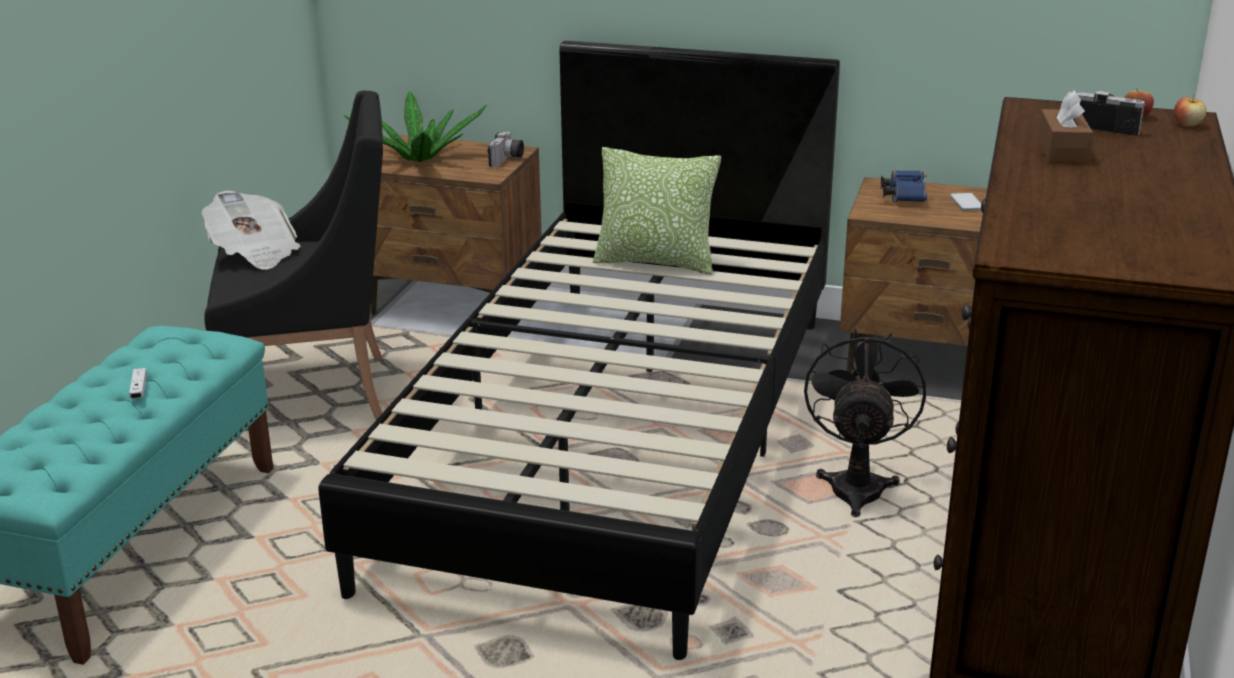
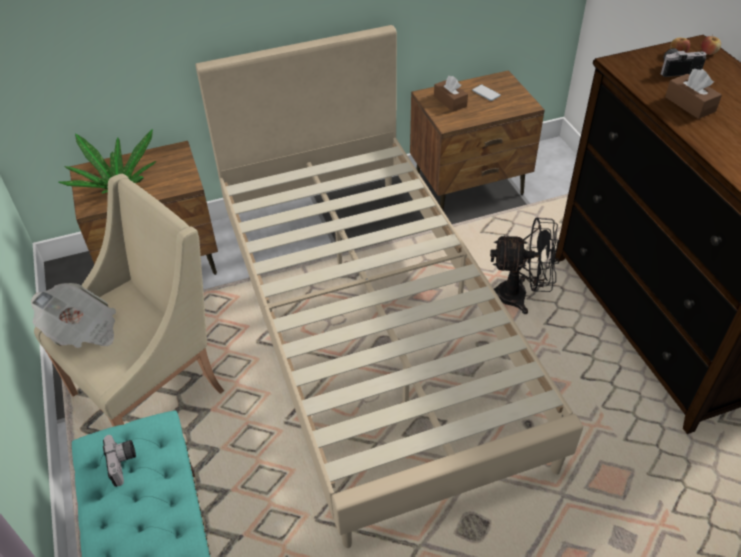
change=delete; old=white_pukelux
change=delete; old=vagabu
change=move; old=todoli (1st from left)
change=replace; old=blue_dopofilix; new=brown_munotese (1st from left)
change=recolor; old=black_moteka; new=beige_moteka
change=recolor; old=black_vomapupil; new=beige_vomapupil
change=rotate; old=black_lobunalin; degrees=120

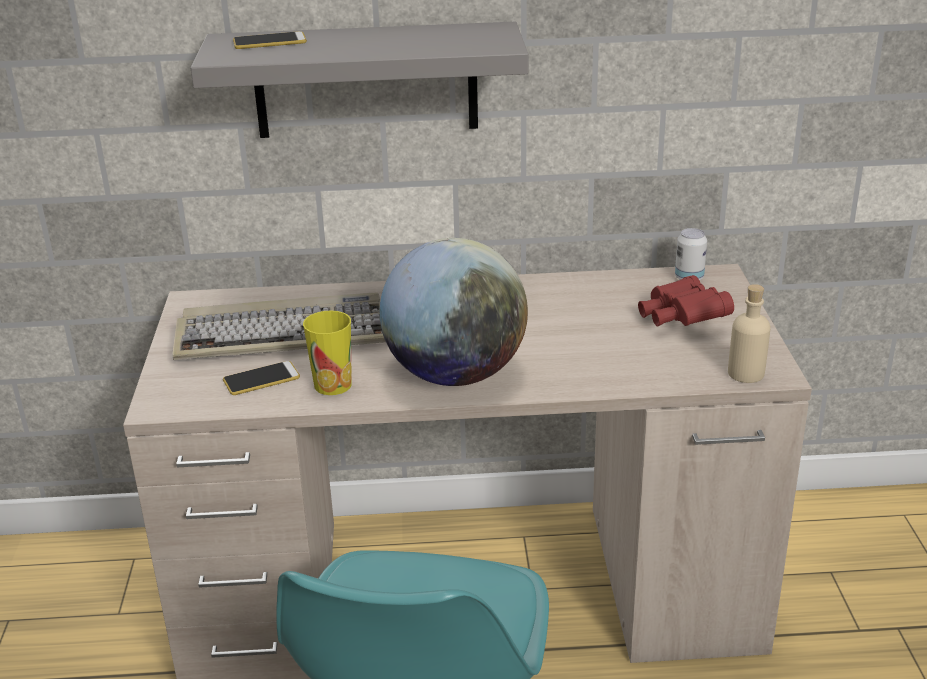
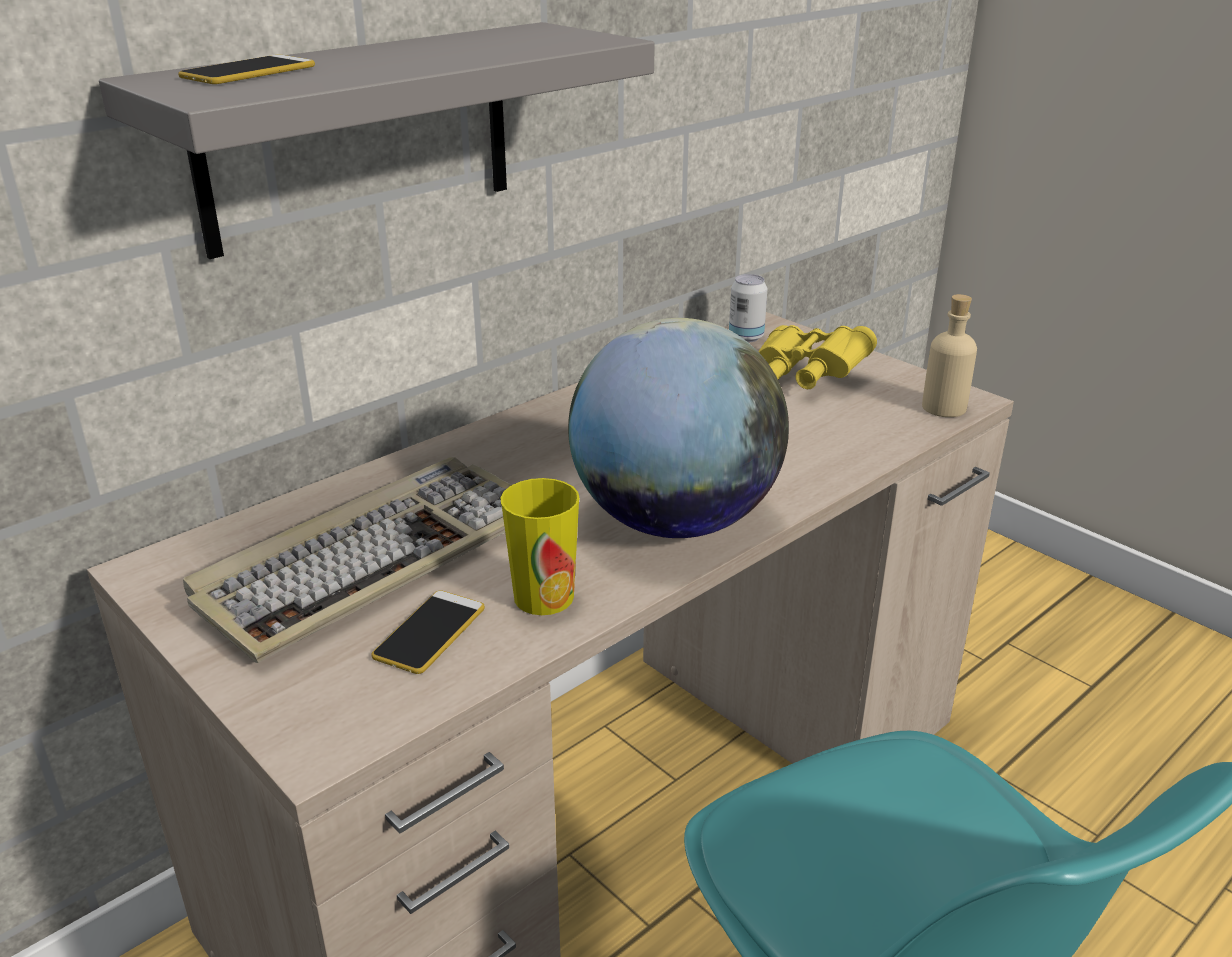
change=recolor; old=red_dopofilix; new=yellow_dopofilix

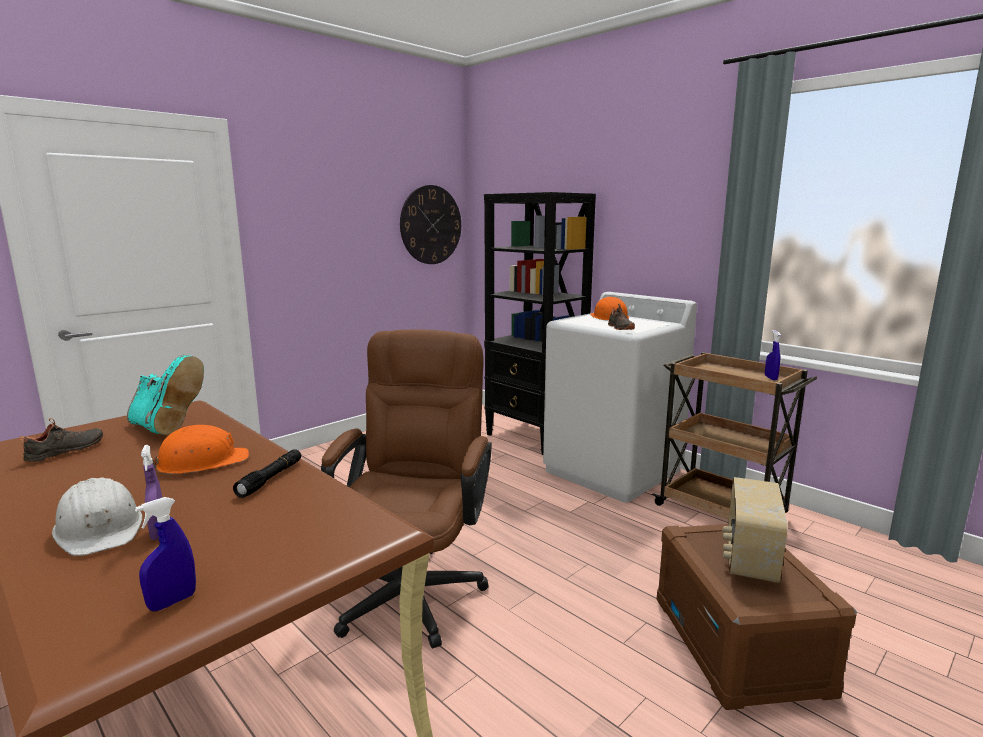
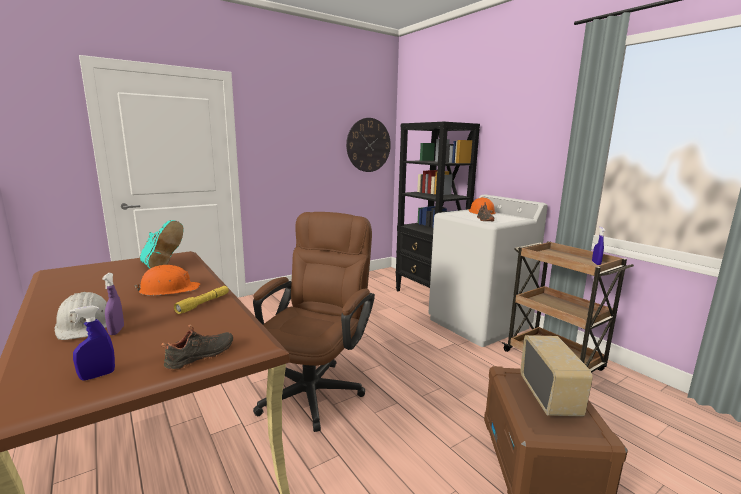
change=move; old=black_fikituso (1st from left)
change=recolor; old=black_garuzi; new=yellow_garuzi
change=rotate; old=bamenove; degrees=150

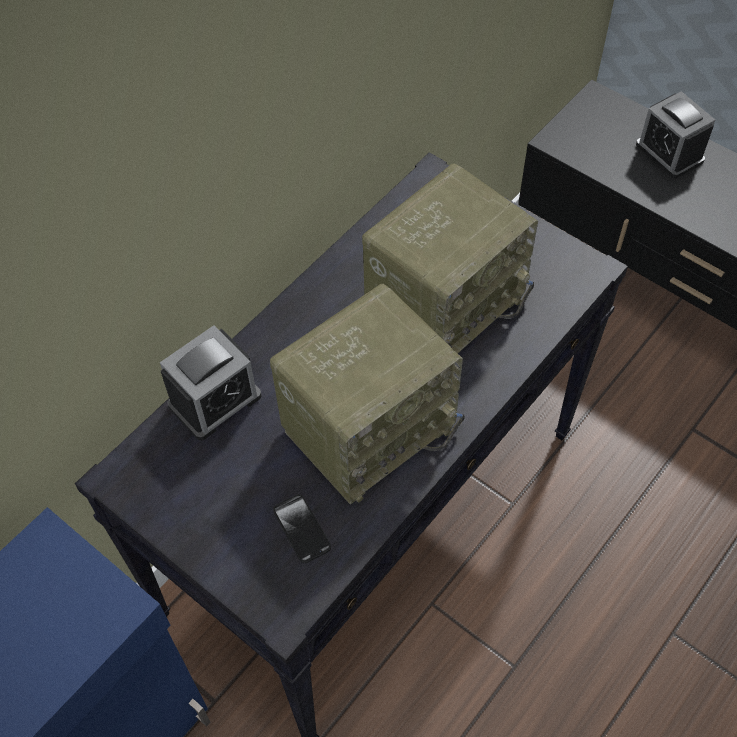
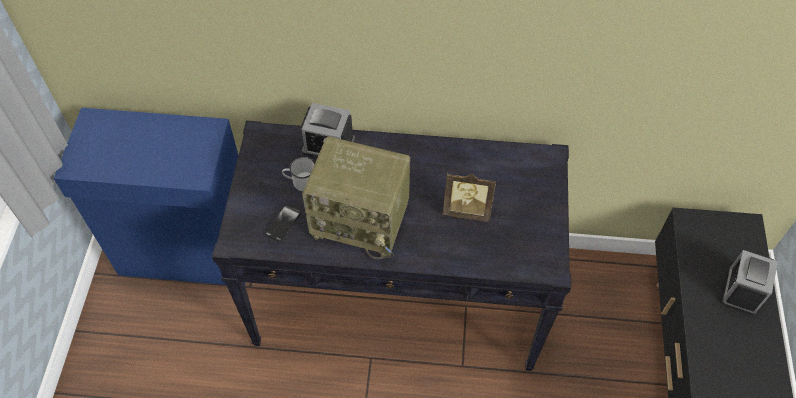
change=insert; new=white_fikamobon
change=replace; old=bamenove (2nd from left); new=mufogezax

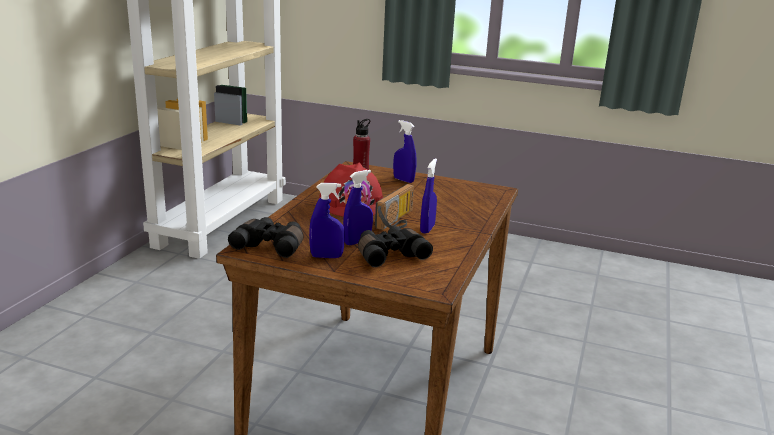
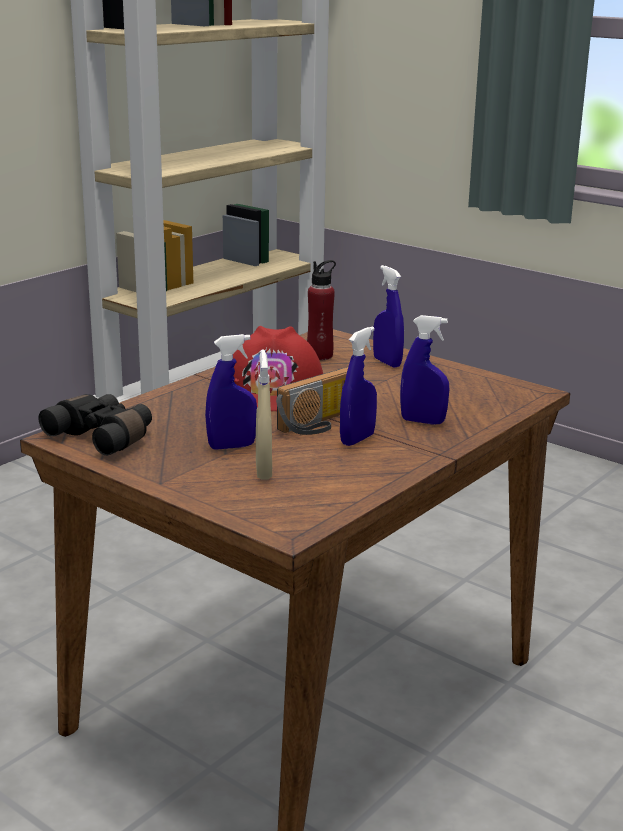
change=move; old=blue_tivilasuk (1st from left in the first image); new=blue_tivilasuk (4th from left)
change=replace; old=black_dopofilix (2nd from left); new=beige_tivilasuk

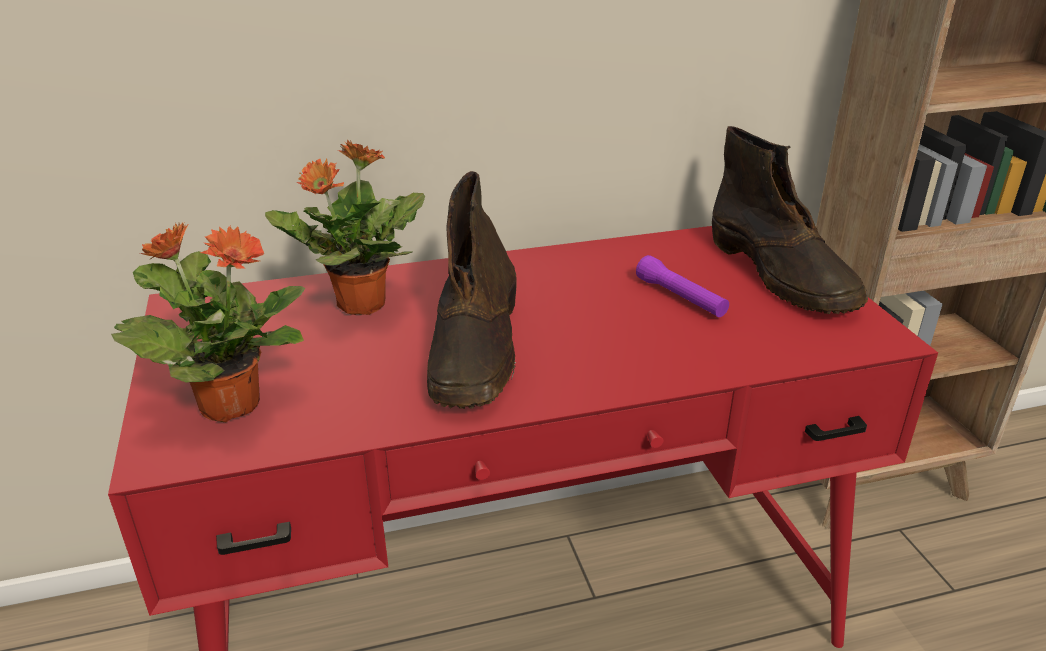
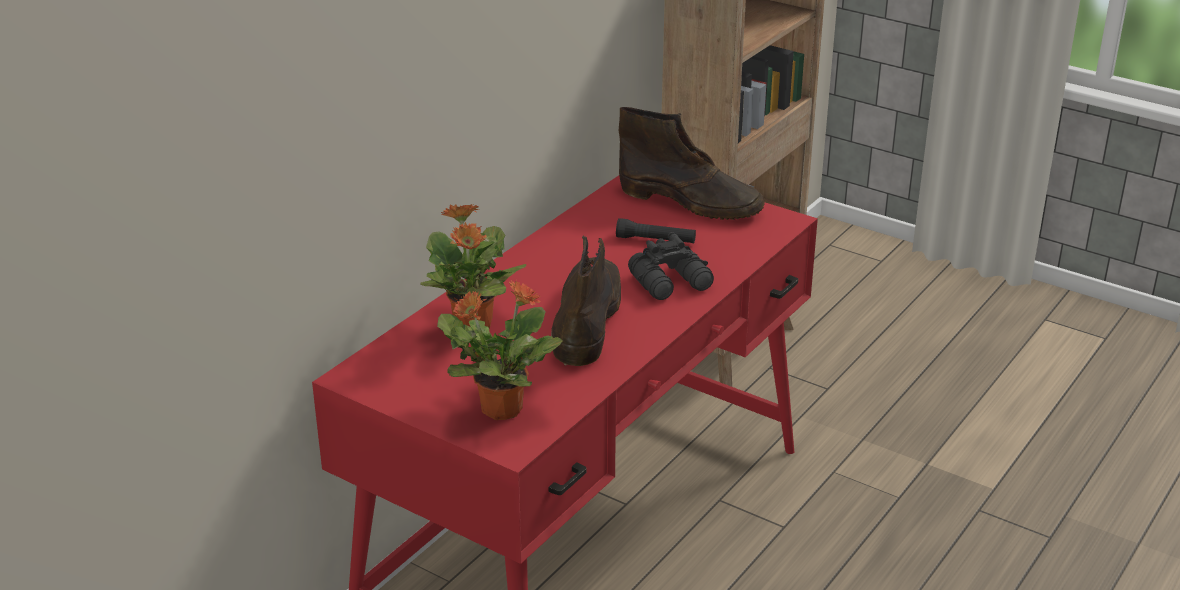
change=insert; new=black_dopofilix
change=recolor; old=purple_garuzi; new=black_garuzi
change=rotate; old=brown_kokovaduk (1st from left); degrees=-135

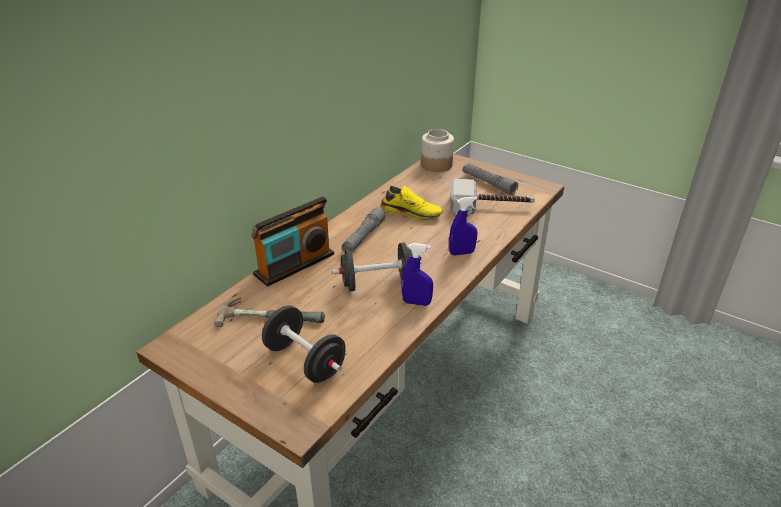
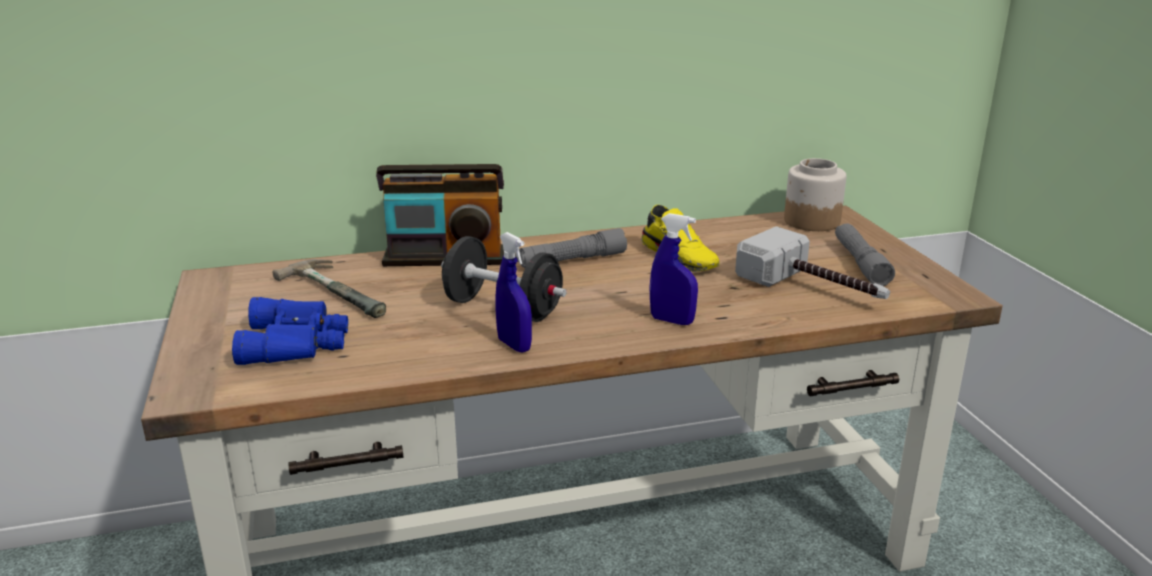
change=replace; old=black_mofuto (1st from left); new=blue_dopofilix

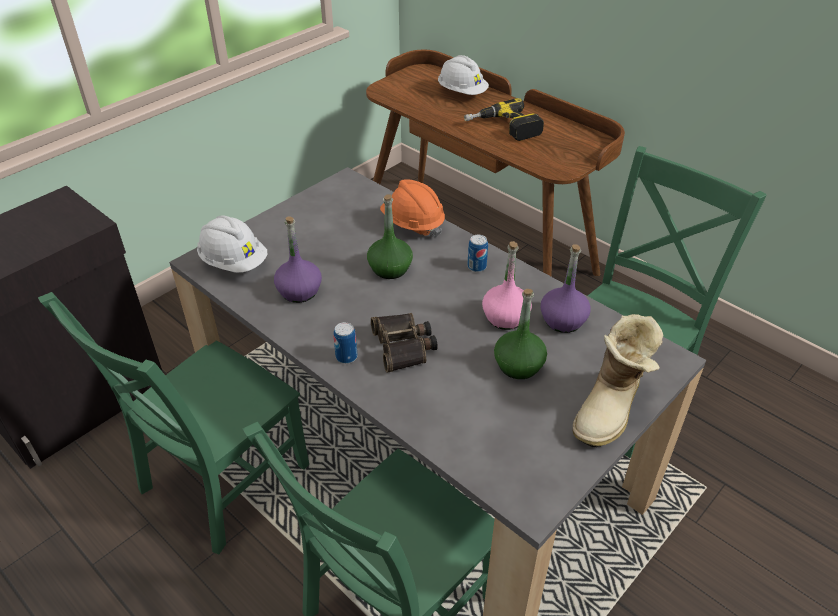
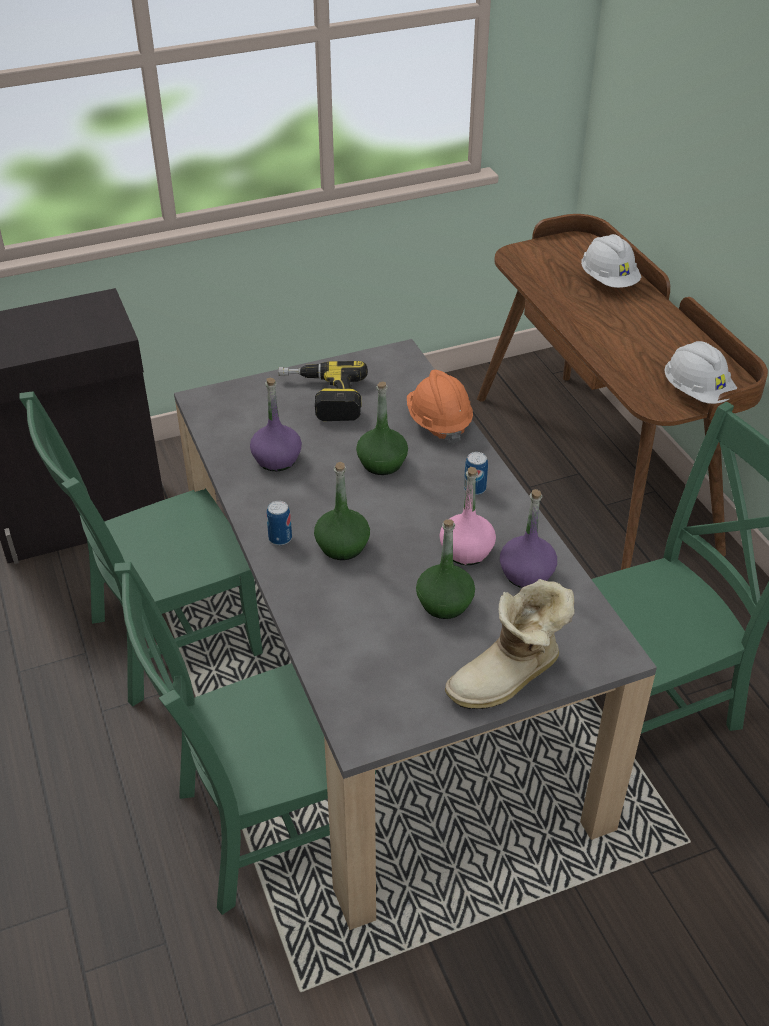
change=move; old=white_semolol (1st from left in the first image); new=white_semolol (2nd from left)
change=move; old=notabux
change=replace; old=dopofilix; new=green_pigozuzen (1st from left)

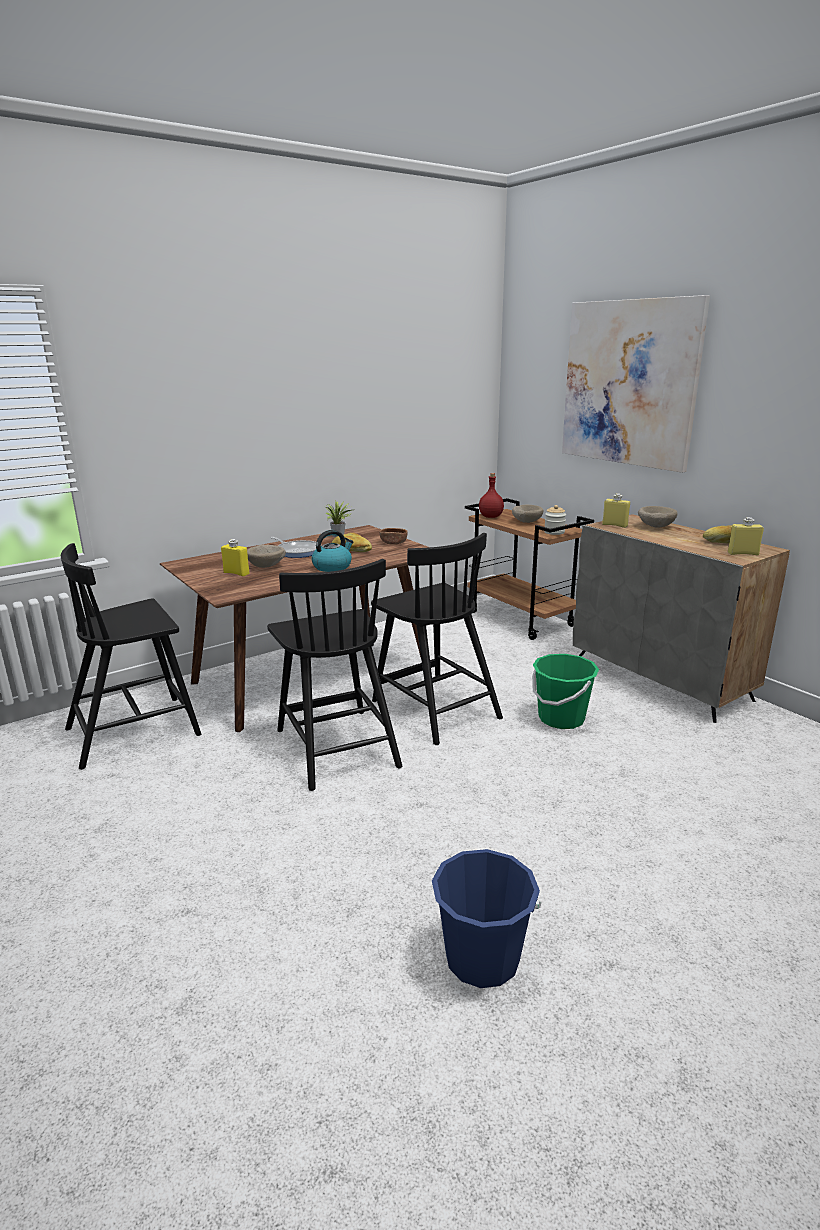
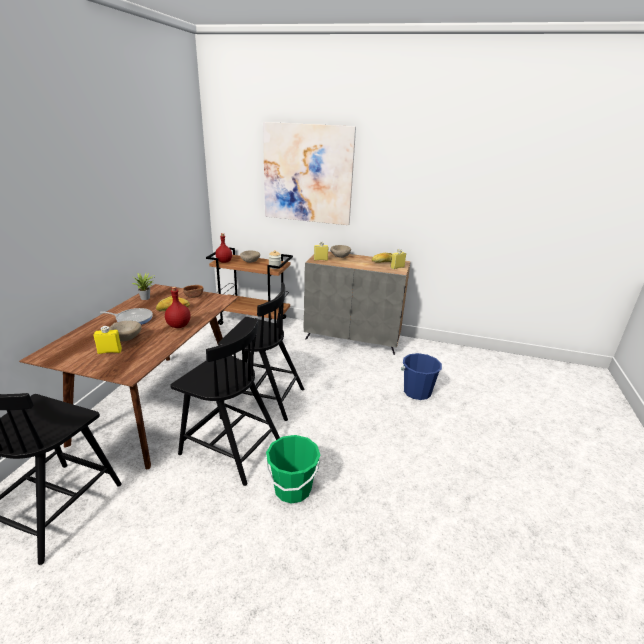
change=move; old=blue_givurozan
change=move; old=green_givurozan
change=replace; old=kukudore; new=red_pigozuzen (1st from left)

